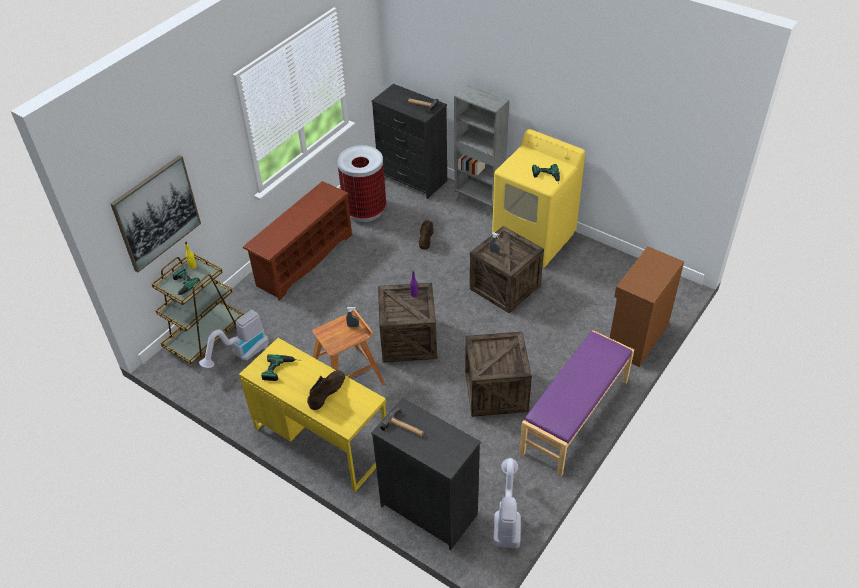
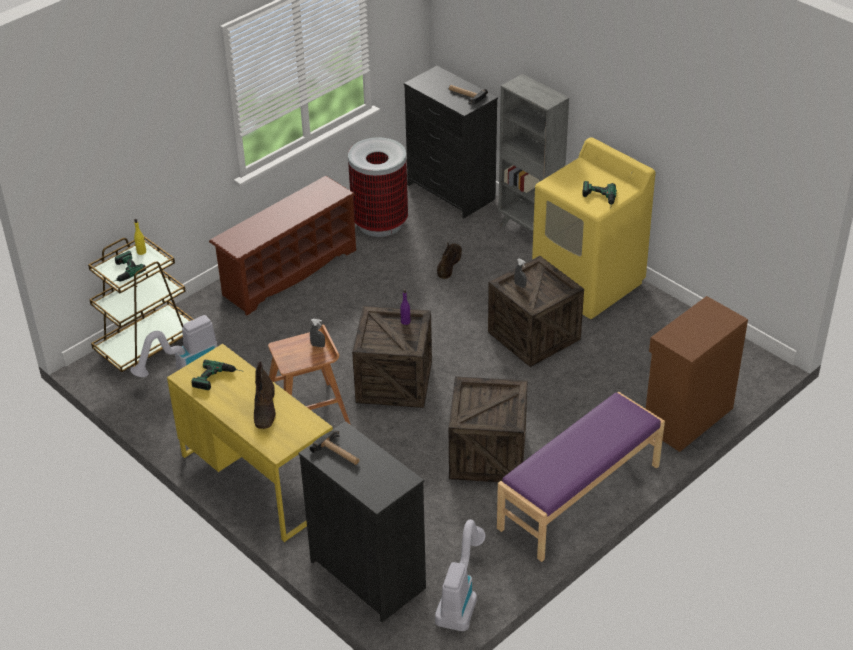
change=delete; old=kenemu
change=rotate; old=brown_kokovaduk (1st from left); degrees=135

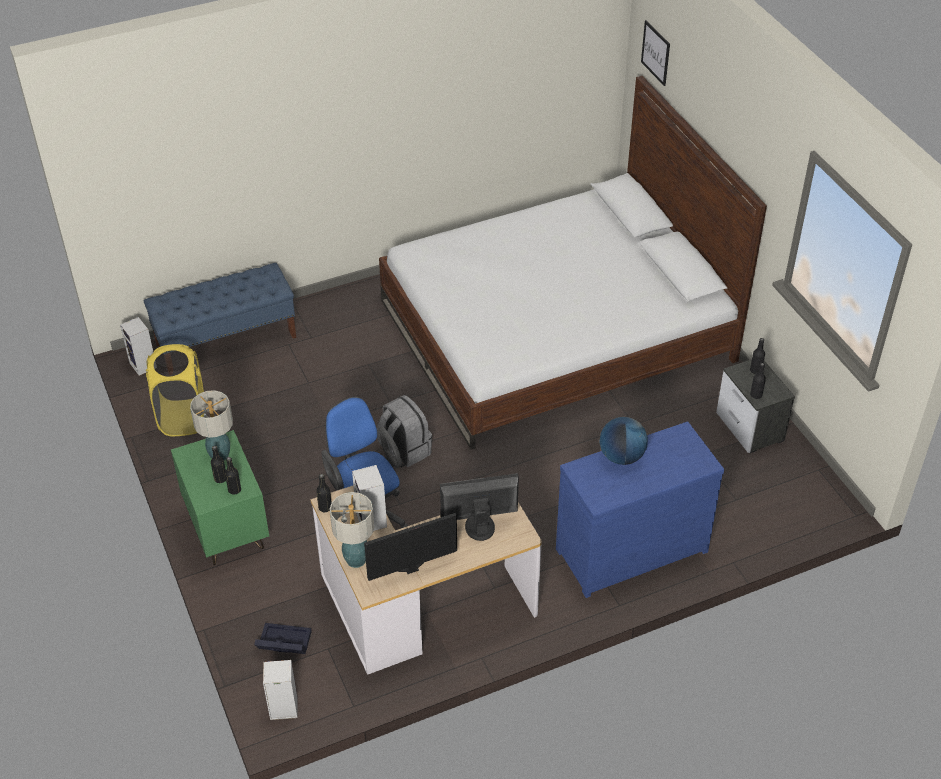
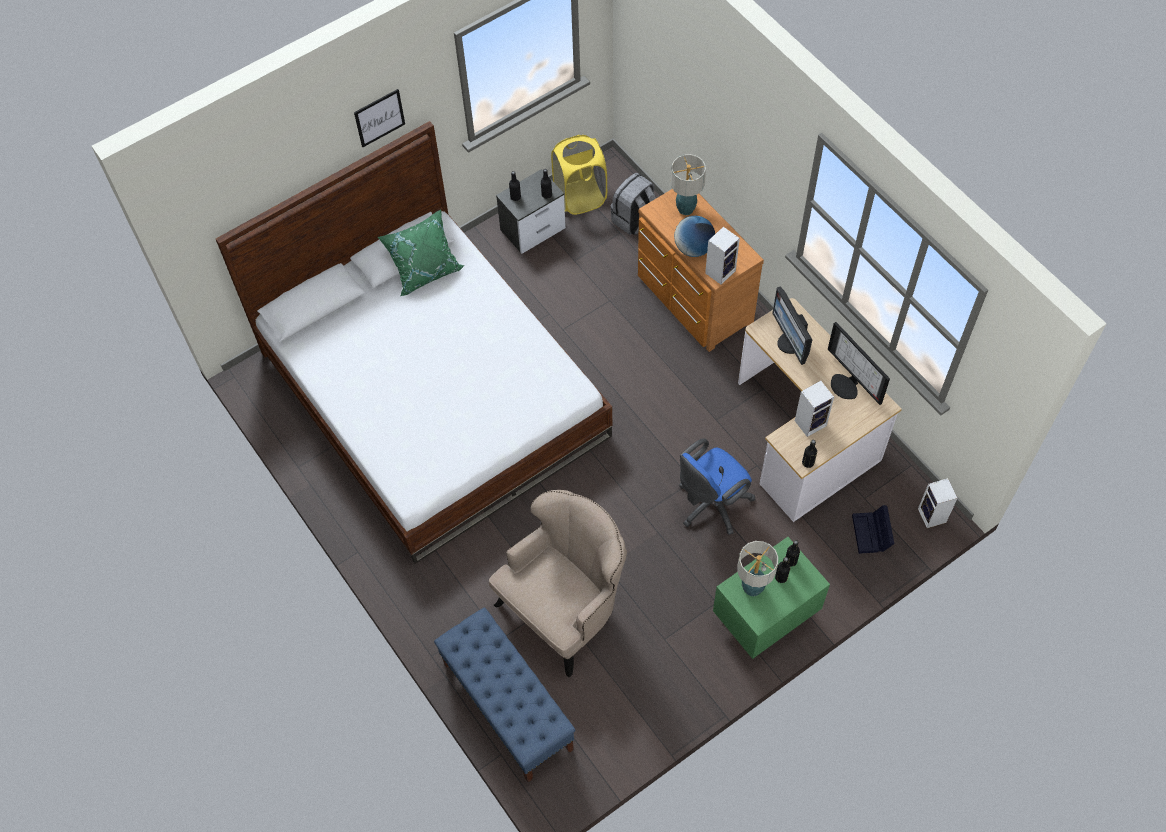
change=insert; new=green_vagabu
change=insert; new=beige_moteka
change=move; old=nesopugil (1st from left)
change=move; old=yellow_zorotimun
change=move; old=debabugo (2nd from left in the first image); new=debabugo (1st from left)
change=move; old=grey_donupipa
change=move; old=kenemu
change=recolor; old=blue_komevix; new=brown_komevix

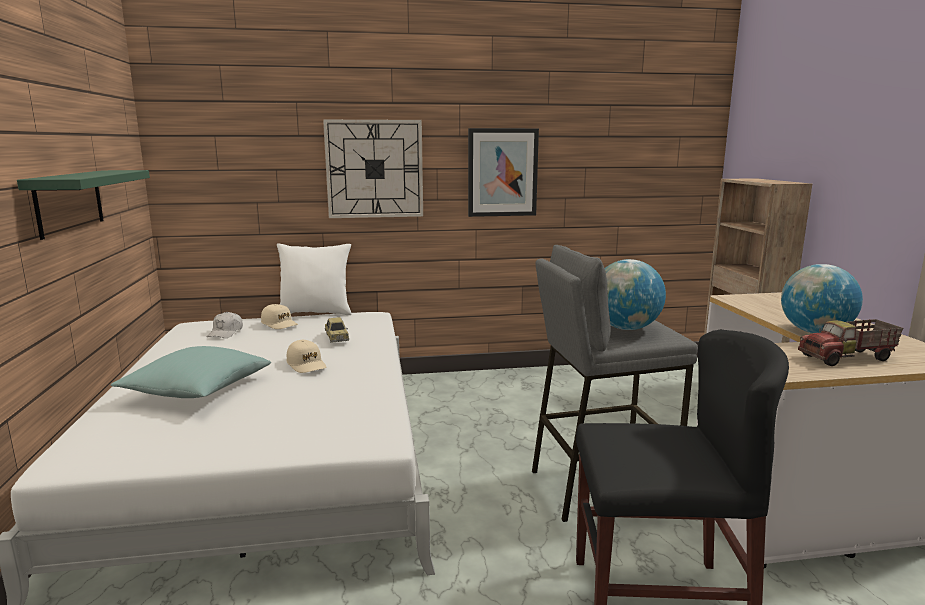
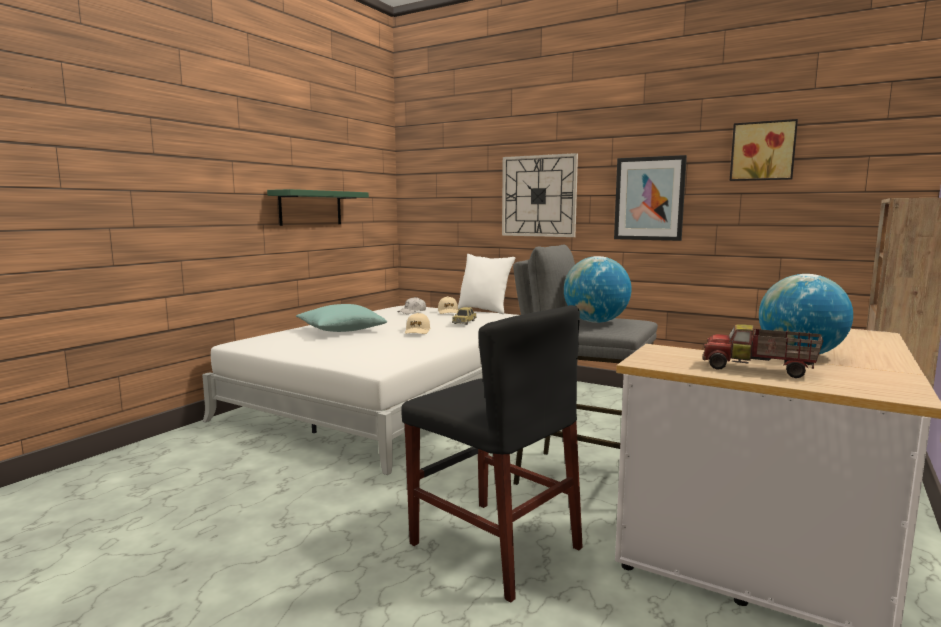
change=insert; new=kenemu (2nd from left)

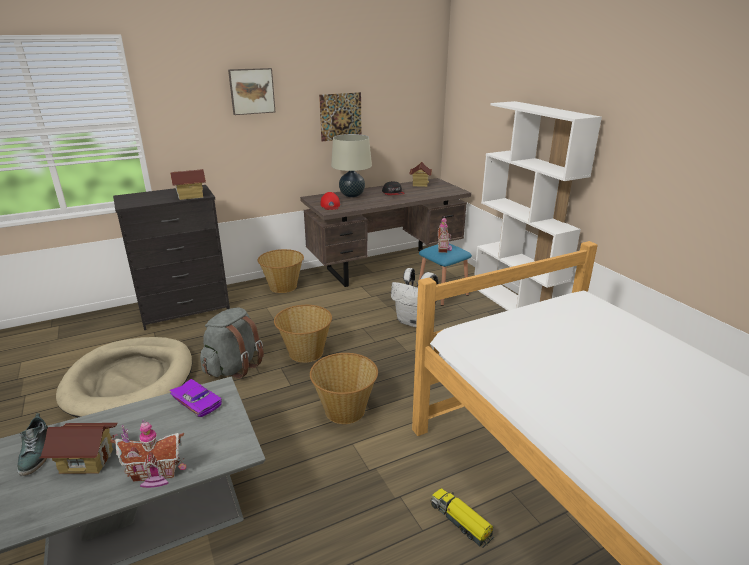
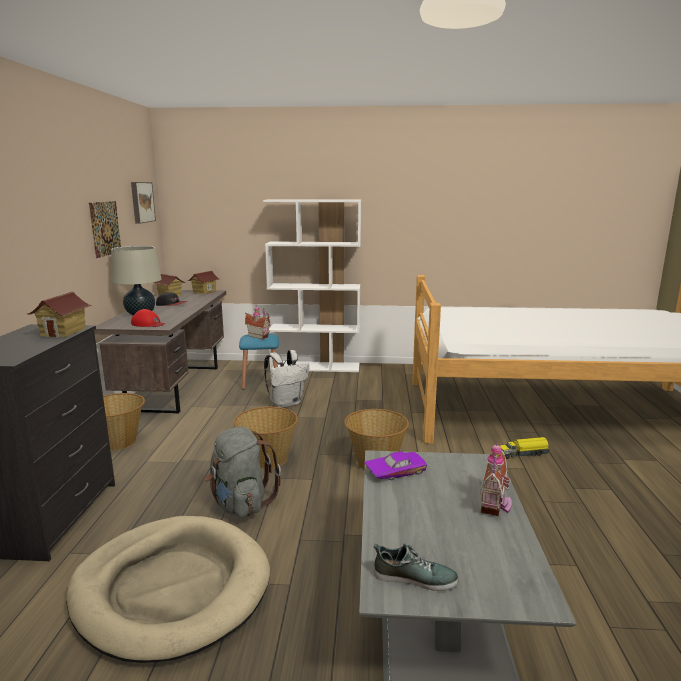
change=move; old=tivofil (1st from left in the first image); new=tivofil (3rd from left)
change=move; old=kenemu (1st from left in the first image); new=kenemu (2nd from left)

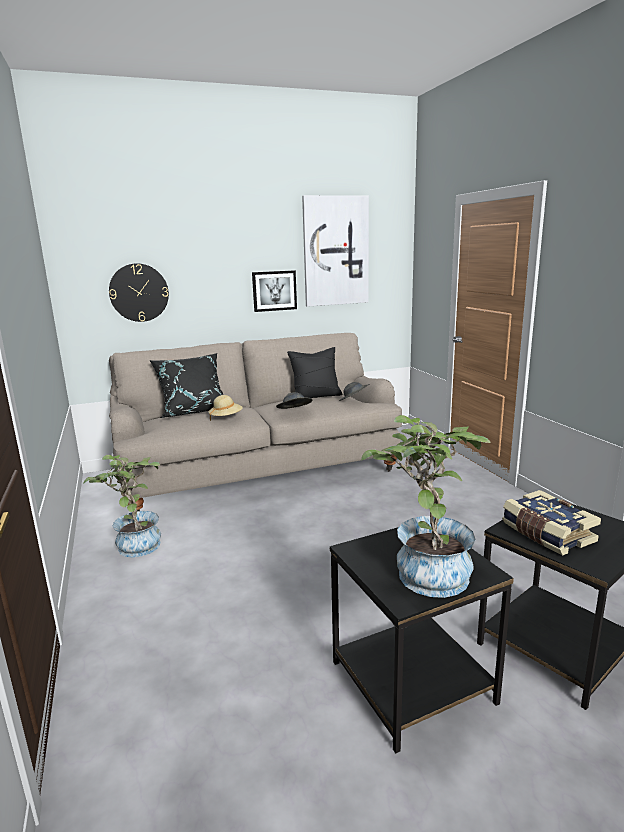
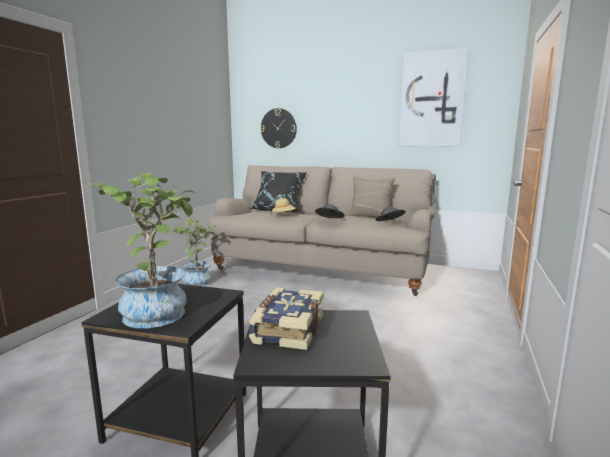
change=delete; old=kenemu (1st from left)
change=recolor; old=black_vagabu (2nd from left); new=beige_vagabu

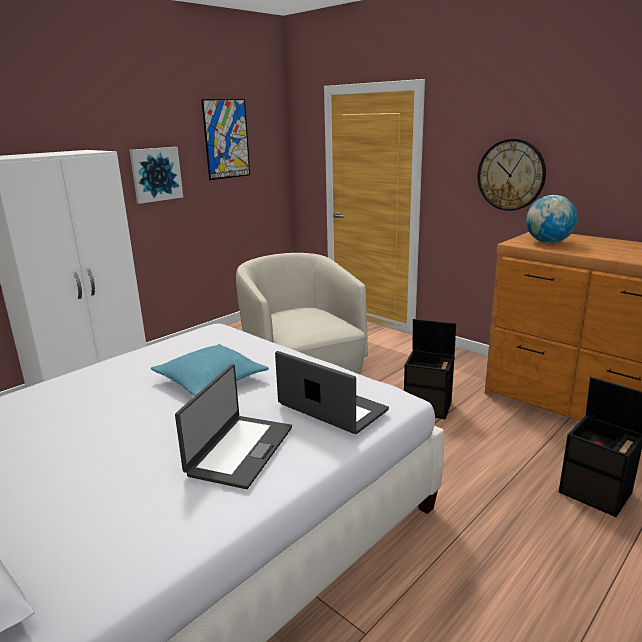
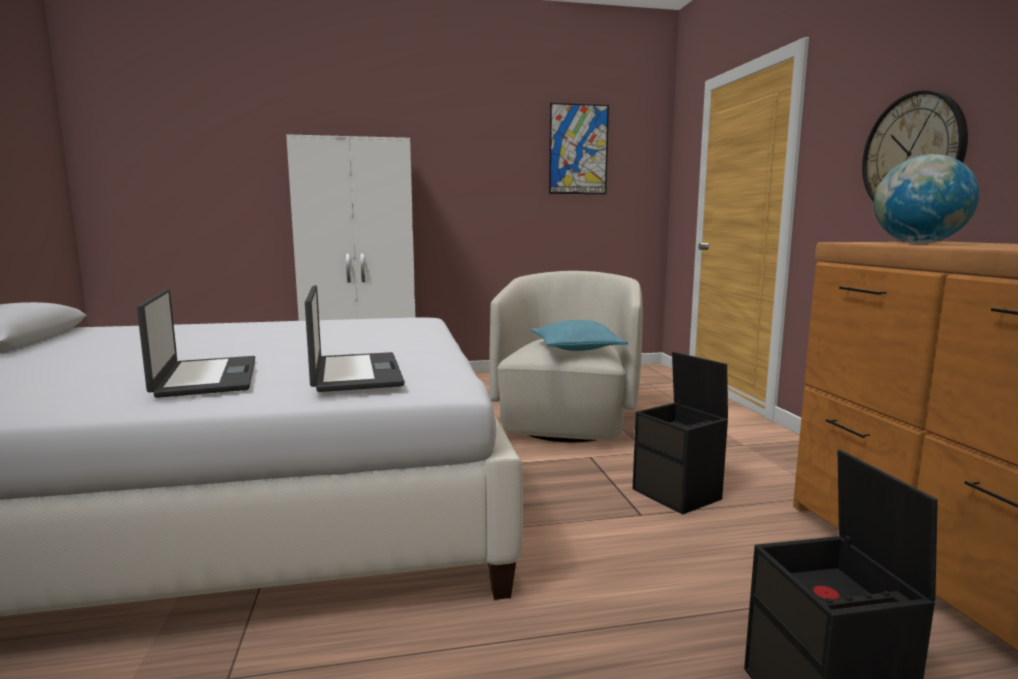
change=delete; old=kenemu (1st from left)
change=move; old=turquoise_vagabu
change=rotate; old=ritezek (1st from left); degrees=-75

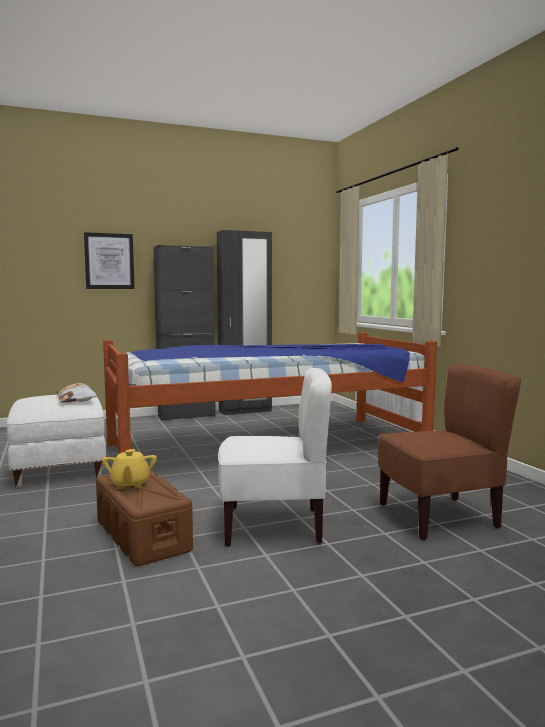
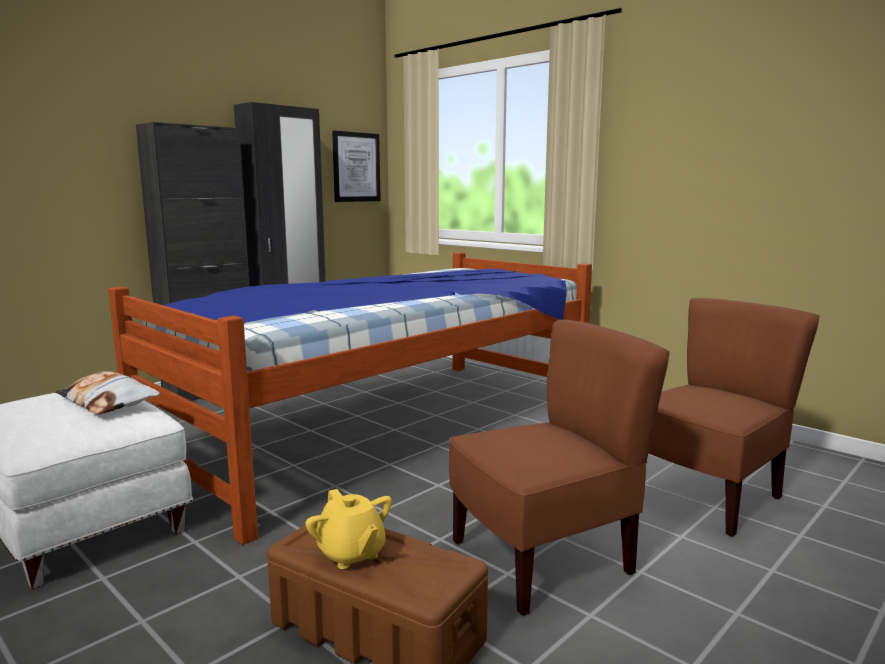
change=move; old=kenemu
change=recolor; old=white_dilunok; new=brown_dilunok (1st from left)

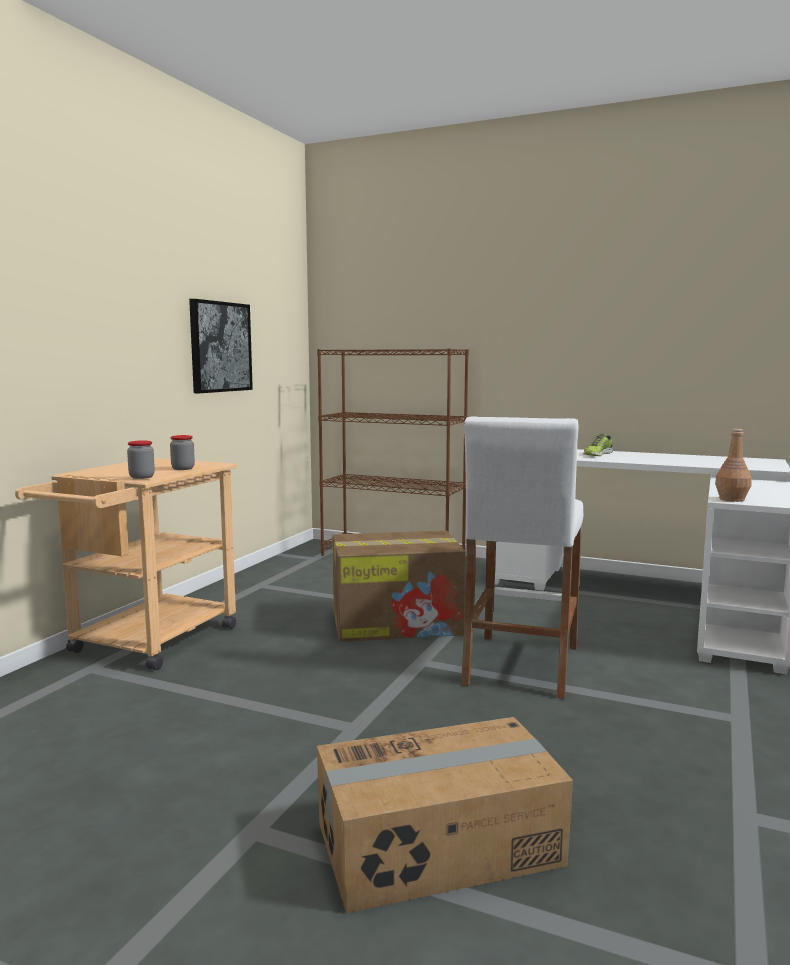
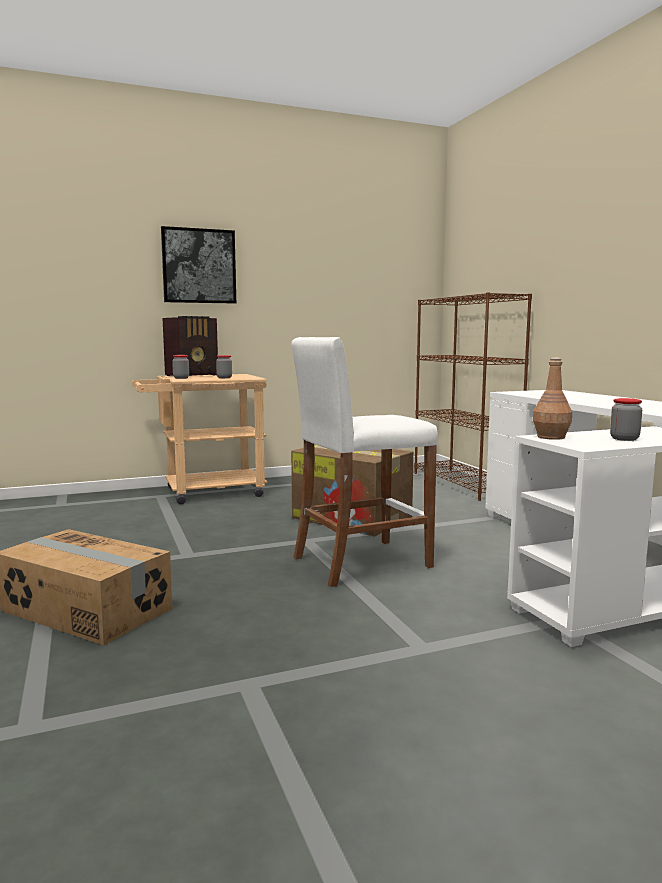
change=delete; old=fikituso
change=insert; new=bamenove
change=insert; new=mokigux (3rd from left)
change=move; old=kenemu

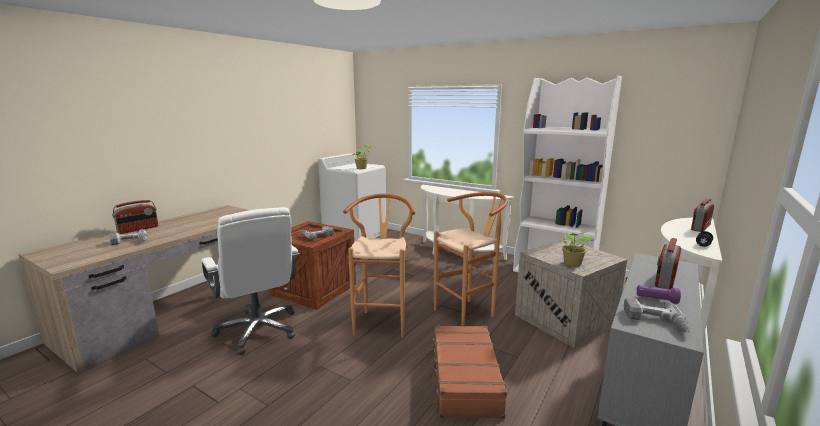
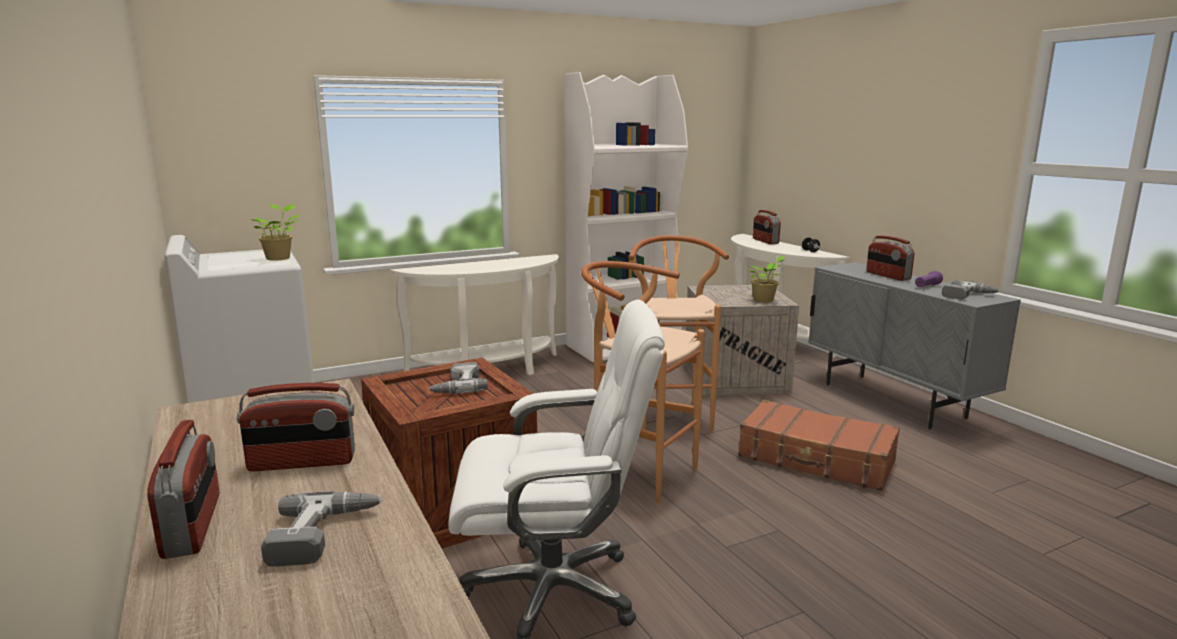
change=insert; new=bamenove (2nd from left)

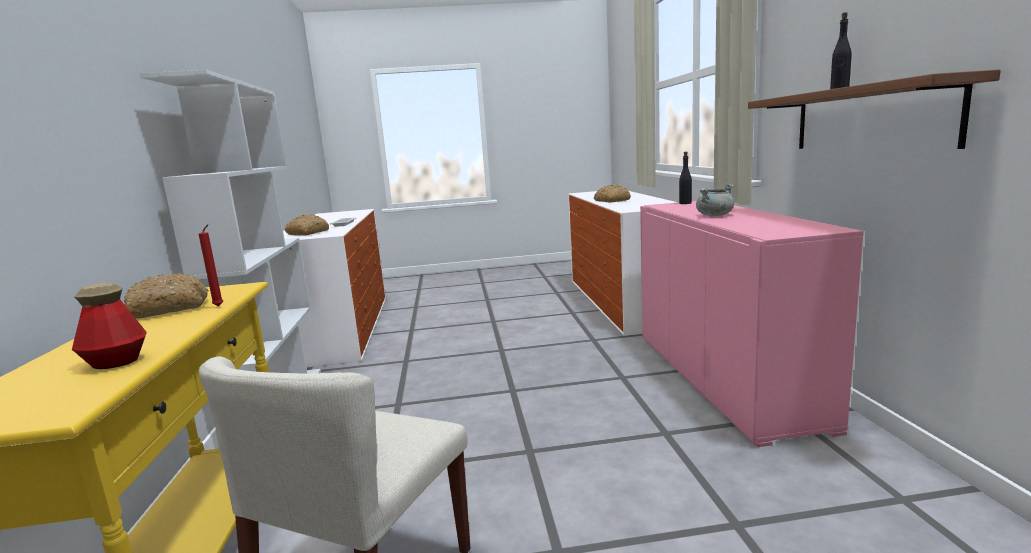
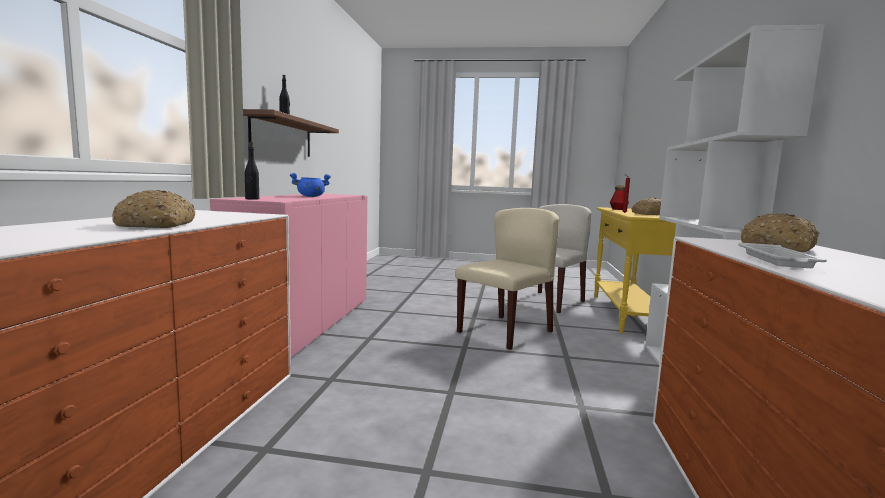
change=insert; new=beige_dilunok (1st from left)
change=recolor; old=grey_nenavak; new=blue_nenavak

